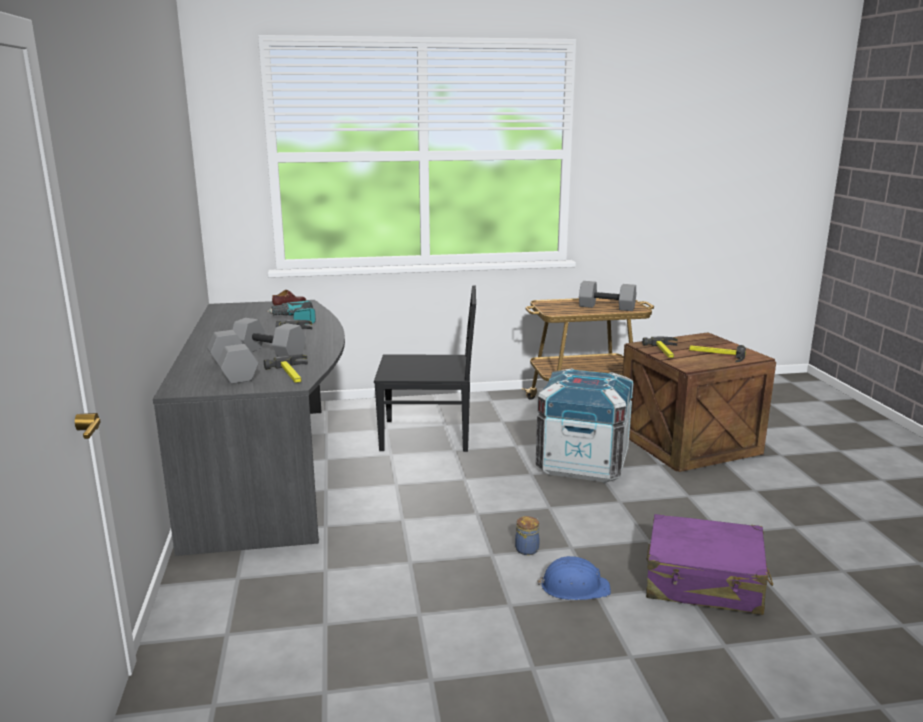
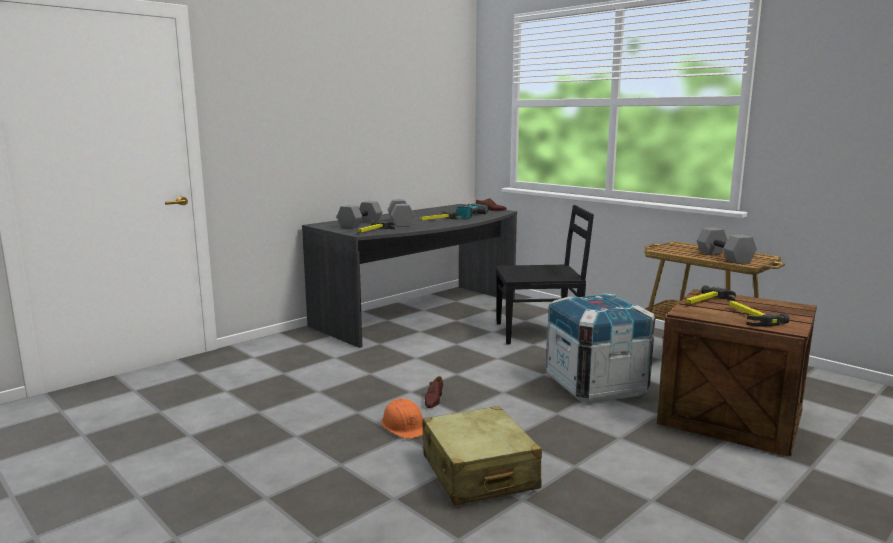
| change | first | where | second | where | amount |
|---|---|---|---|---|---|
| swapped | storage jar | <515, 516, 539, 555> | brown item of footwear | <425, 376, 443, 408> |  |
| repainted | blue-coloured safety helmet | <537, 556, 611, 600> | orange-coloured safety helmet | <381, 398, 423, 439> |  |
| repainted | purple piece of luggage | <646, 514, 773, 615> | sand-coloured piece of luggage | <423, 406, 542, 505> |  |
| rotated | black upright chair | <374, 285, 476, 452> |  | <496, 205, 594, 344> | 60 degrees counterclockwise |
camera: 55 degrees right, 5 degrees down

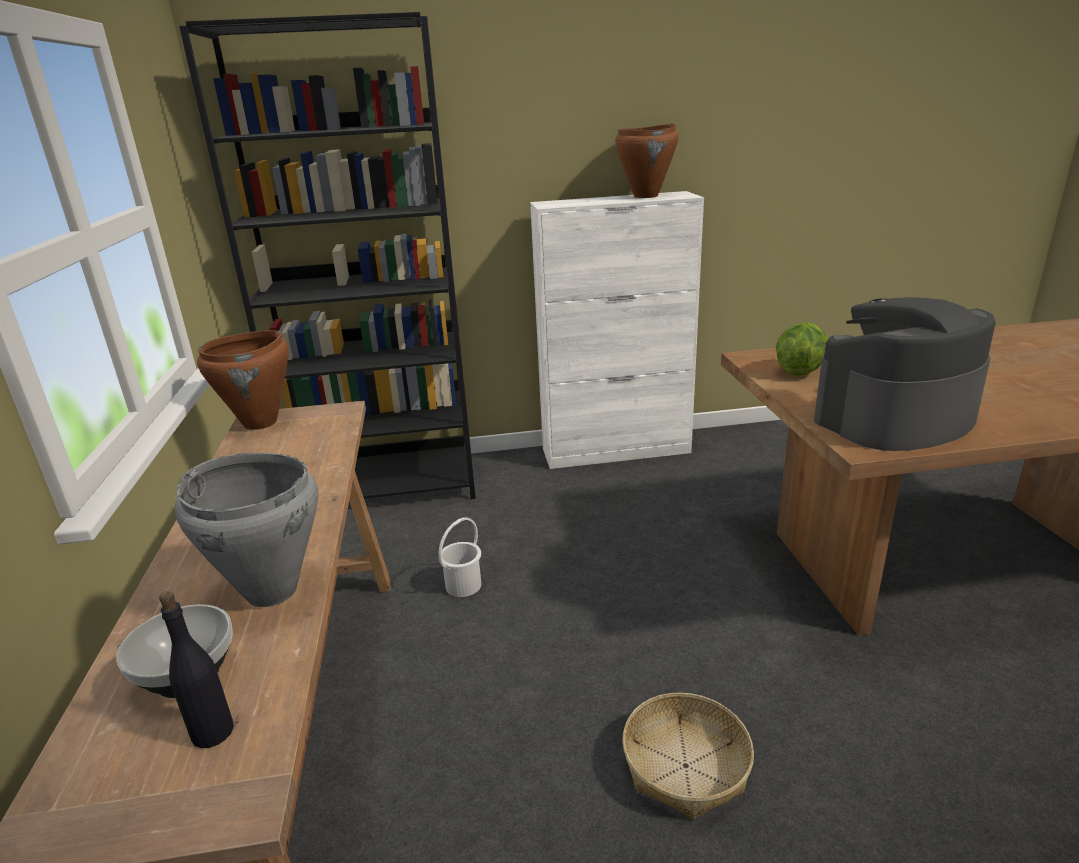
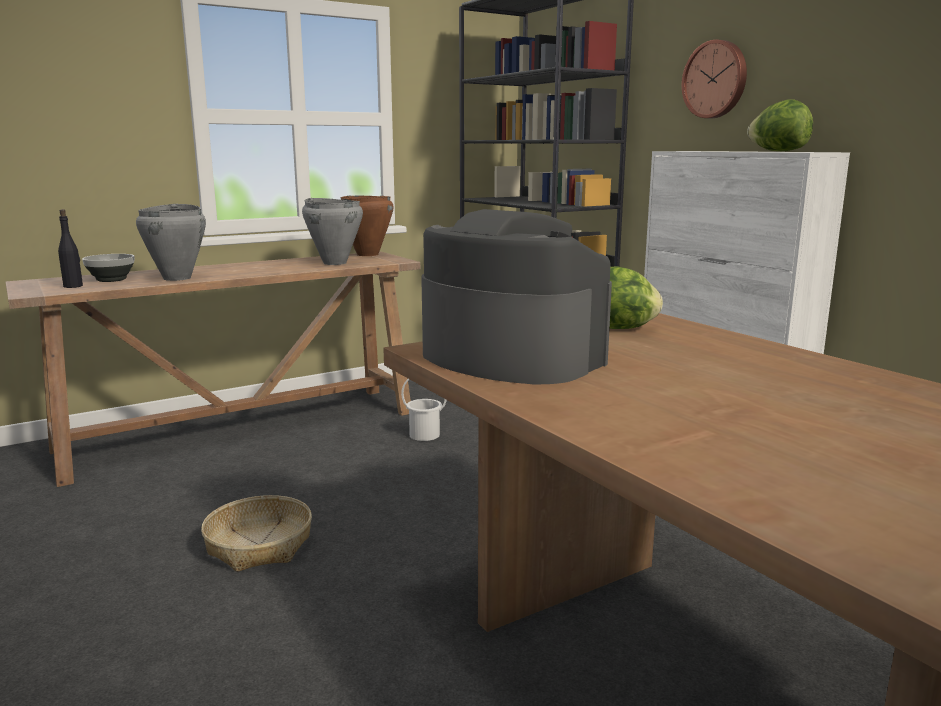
| change | first | where | second | where | amount |
|---|---|---|---|---|---|
| new |  |  | greyish cooking pot | <302, 198, 363, 265> |  |
| new |  |  | hanging clock | <682, 40, 747, 118> |  |
| swapped | brown cooking pot | <615, 124, 679, 198> | lettuce | <747, 100, 813, 151> |  |
camera: 65 degrees right, 10 degrees down

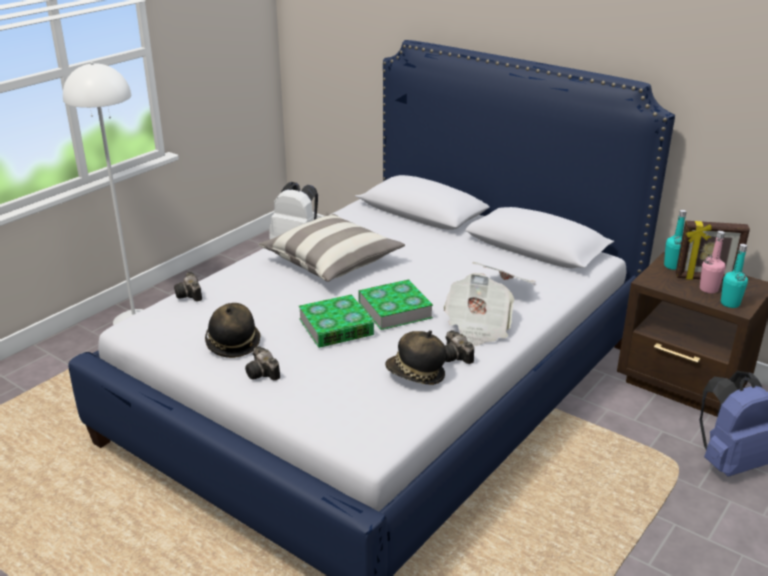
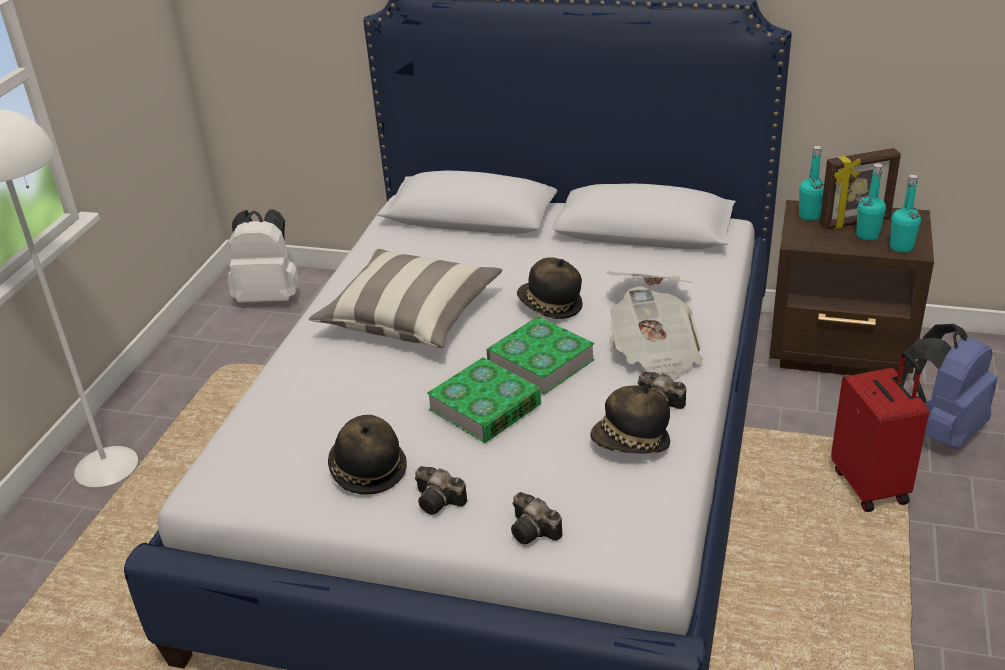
| change | first | where | second | where | amount |
|---|---|---|---|---|---|
| new |  |  | clothing hat | <517, 257, 583, 319> |  |
| new |  |  | reddish piece of luggage | <831, 351, 929, 512> |  |
| shifted | still camera | <174, 272, 202, 301> |  | <511, 492, 563, 544> |  |
| repainted | pink drink bottle | <700, 231, 725, 293> | turquoise-coloured drink bottle | <856, 163, 886, 240> |  |
camera: 20 degrees left, 5 degrees up

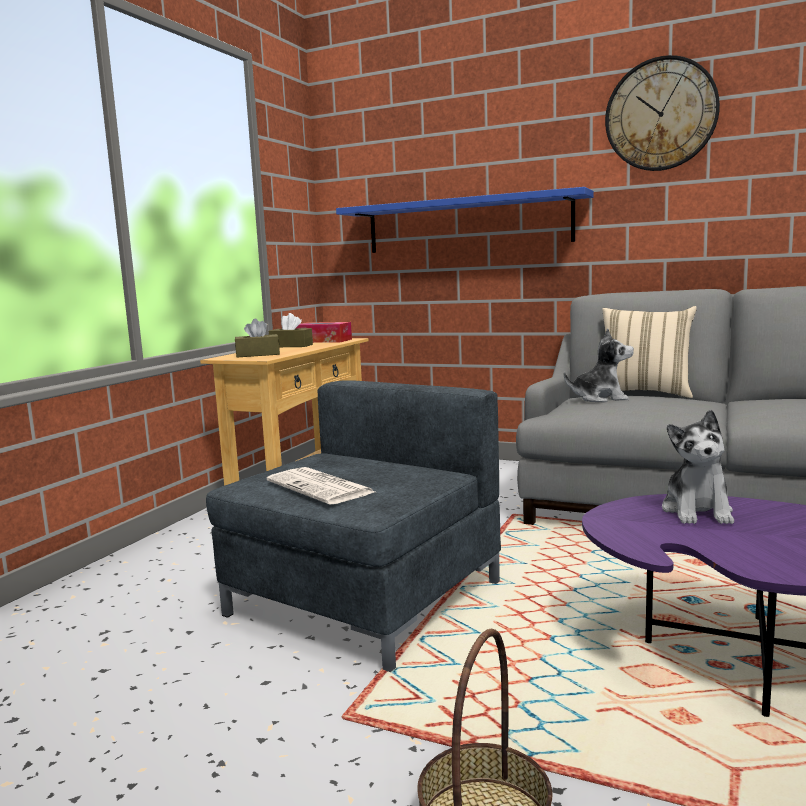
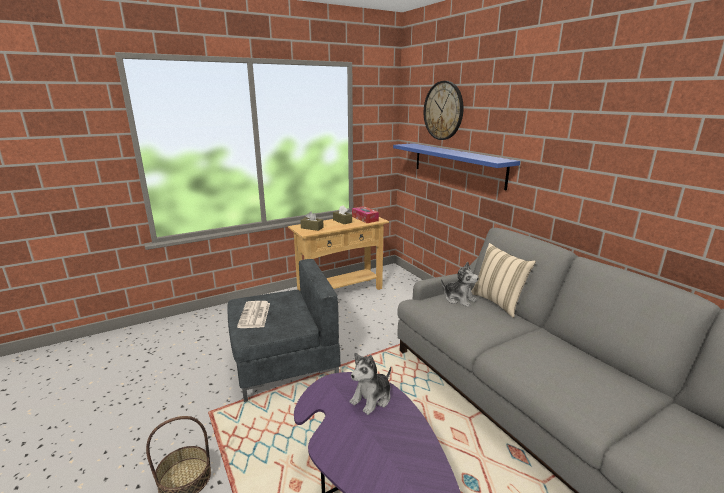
| change | first | where | second | where | amount |
|---|---|---|---|---|---|
| shifted | hanging clock | <605, 55, 720, 171> |  | <424, 81, 464, 140> |  |
camera: 35 degrees right, 10 degrees up

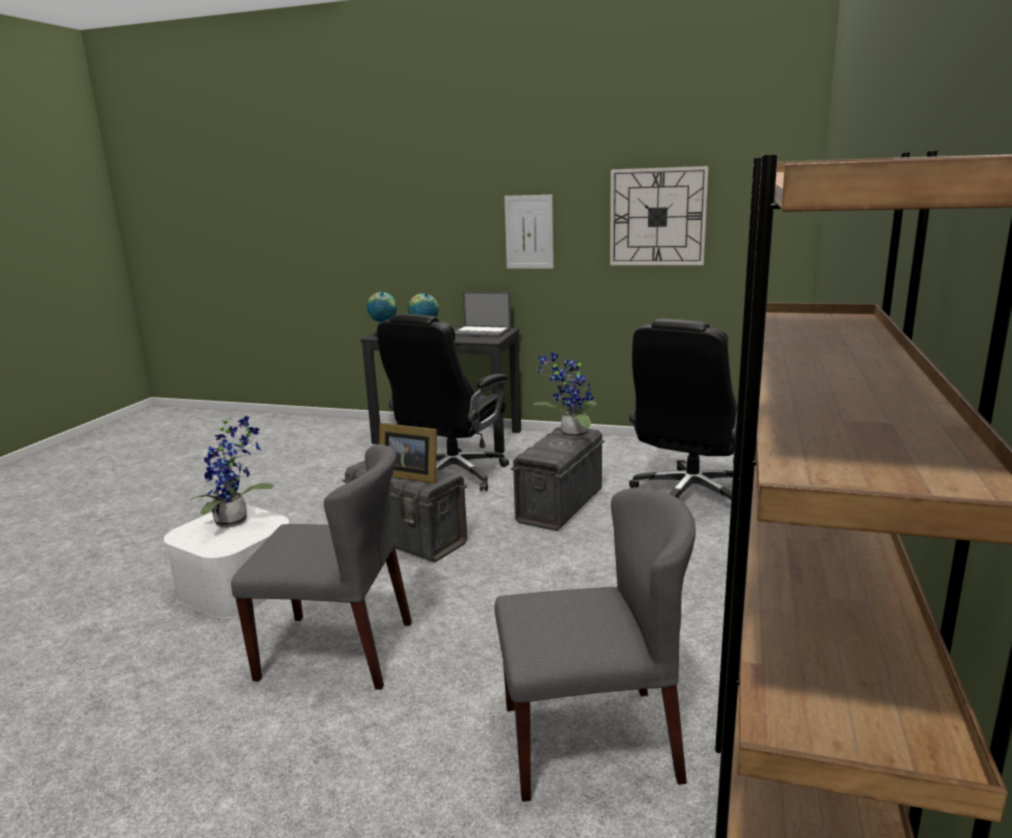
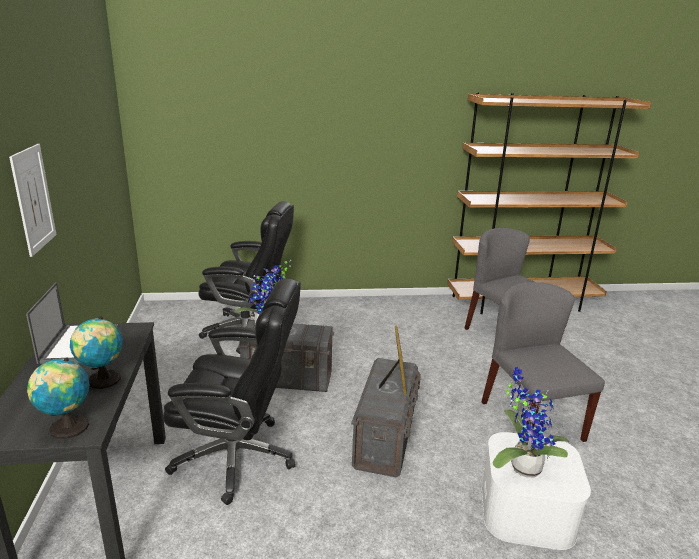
| change | first | where | second | where | amount |
|---|---|---|---|---|---|
| gone | hanging clock | <610, 166, 709, 265> |  |  |  |
camera: 115 degrees left, 5 degrees up

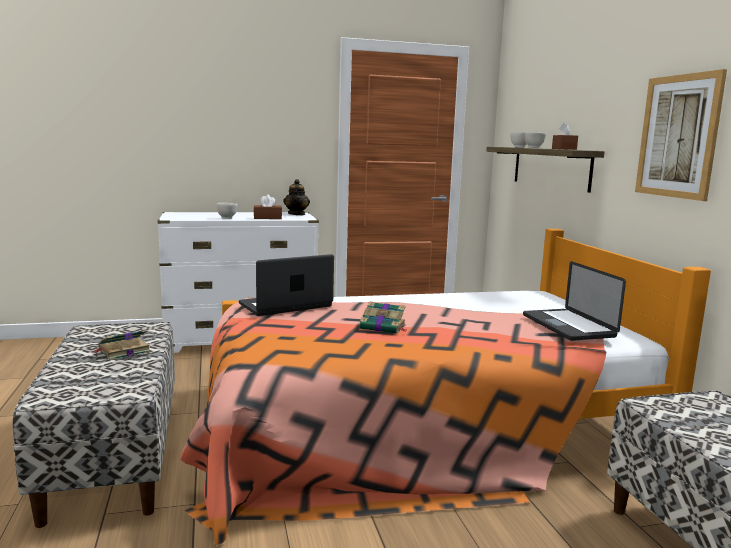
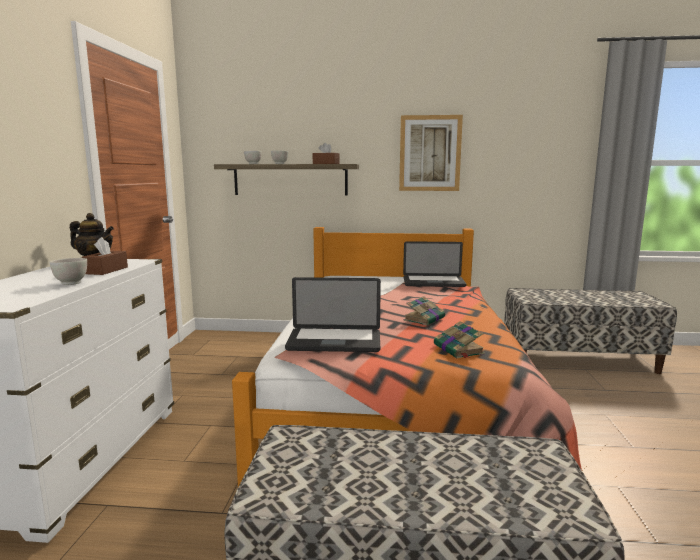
| change | first | where | second | where | amount |
|---|---|---|---|---|---|
| shifted | bound book | <92, 330, 151, 360> |  | <434, 321, 485, 359> |  |
| rotated | portable computer | <239, 254, 334, 316> |  | <285, 277, 381, 352> | 75 degrees counterclockwise |
camera: 70 degrees left, 0 degrees up

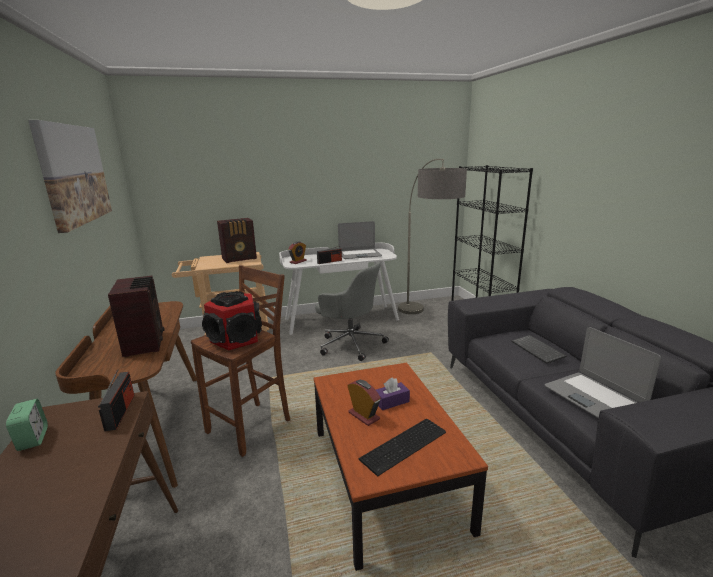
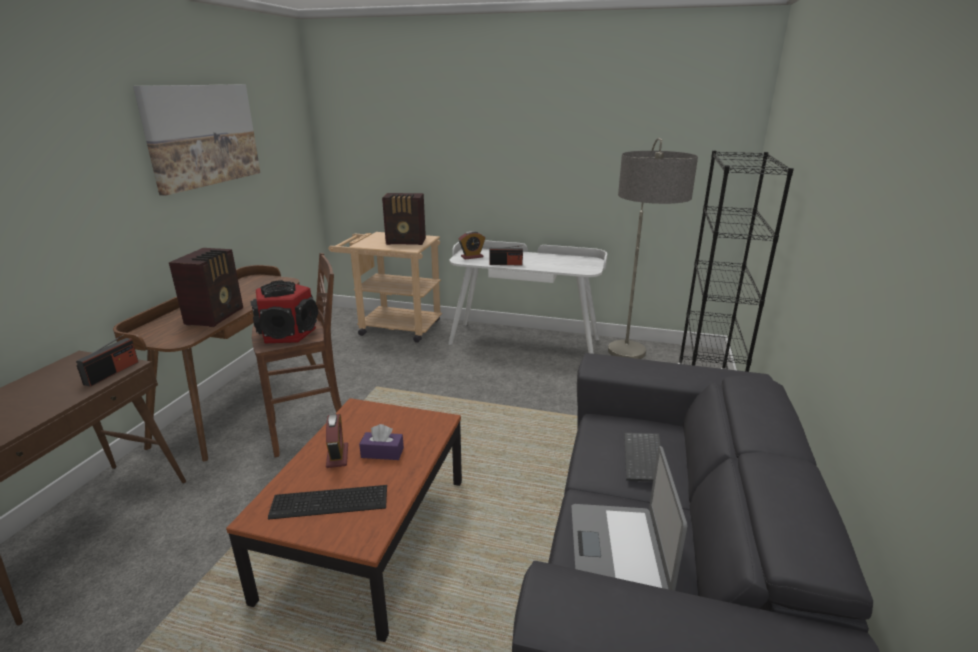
| change | first | where | second | where | amount |
|---|---|---|---|---|---|
| gone | bedside clock | <6, 399, 48, 451> |  |  |  |
| gone | greyish desk chair | <315, 262, 389, 361> |  |  |  |
| gone | portable computer | <338, 221, 382, 259> |  |  |  |
camera: 30 degrees right, 5 degrees up

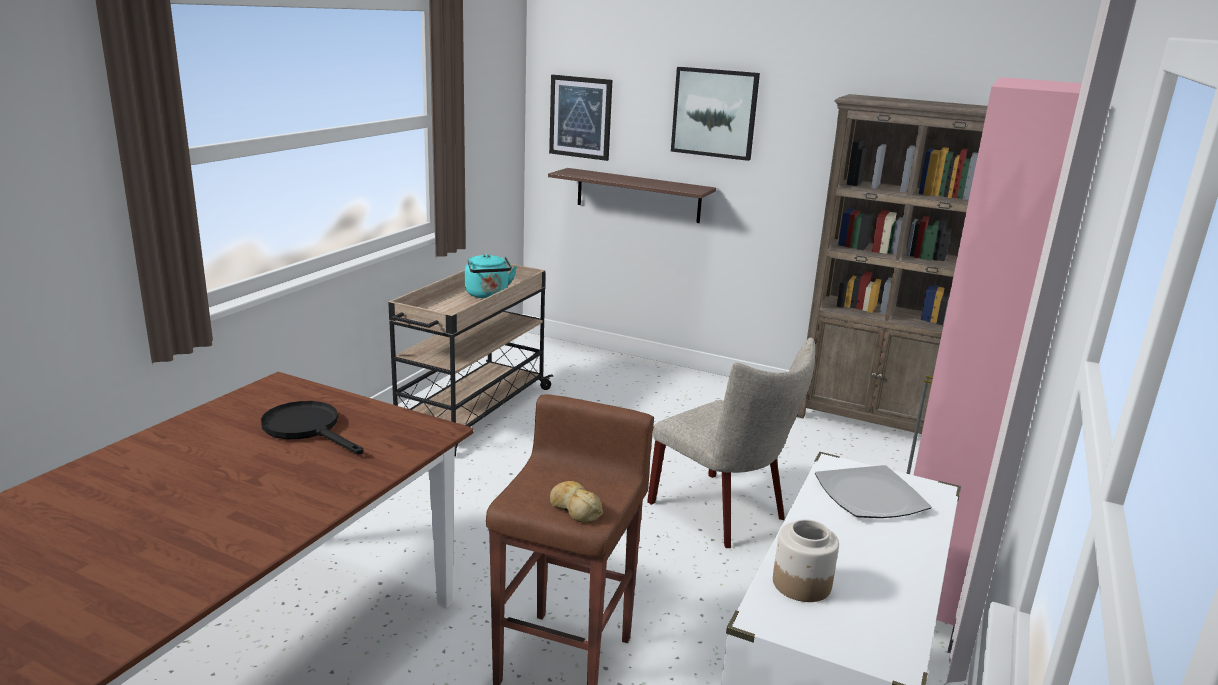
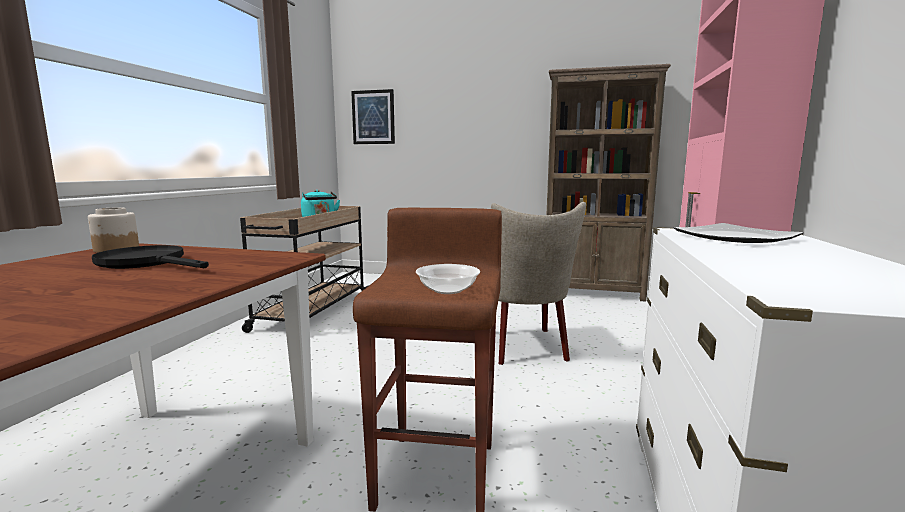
| change | first | where | second | where | amount |
|---|---|---|---|---|---|
| gone | shelf | <548, 168, 716, 223> |  |  |  |
| gone | wall art | <671, 67, 760, 161> |  |  |  |
| shifted | storage jar | <773, 519, 839, 602> |  | <88, 207, 139, 253> |  |
| swapped | bakery bread | <550, 481, 603, 523> | serving bowl | <416, 264, 480, 294> |  |
| rotated | sand-coloured upright chair | <647, 337, 815, 548> |  | <491, 202, 586, 365> | 45 degrees clockwise |
camera: 10 degrees left, 10 degrees down

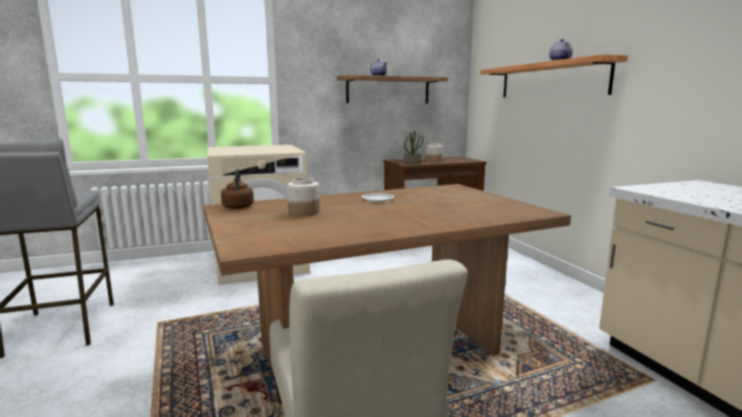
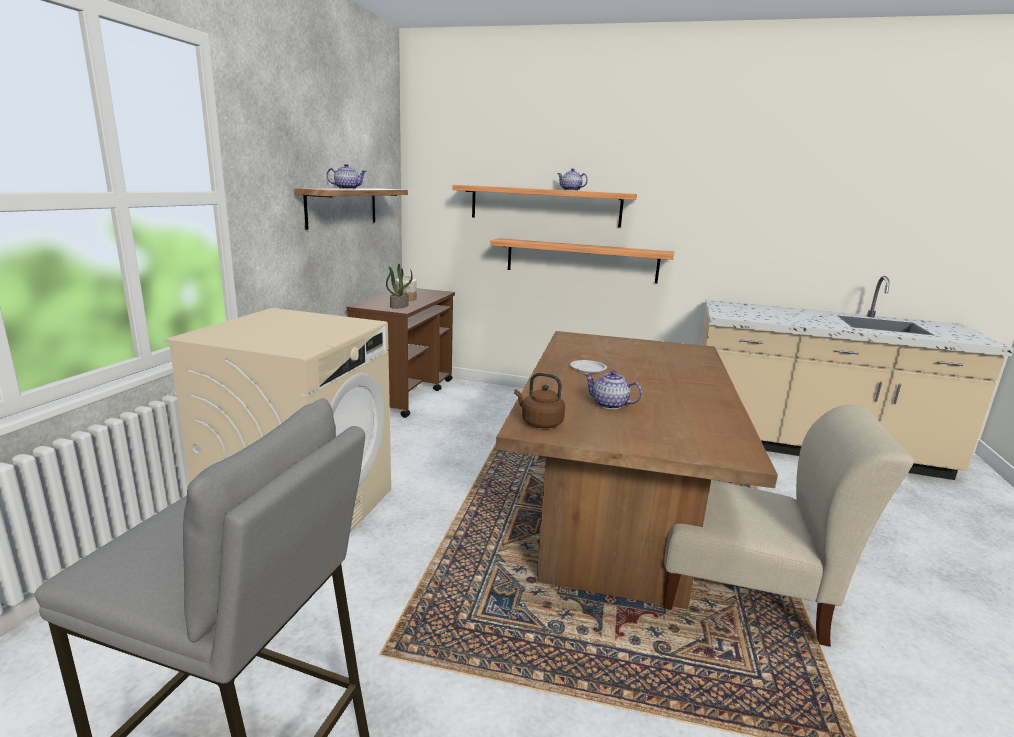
| change | first | where | second | where | amount |
|---|---|---|---|---|---|
| new |  |  | shelf | <490, 238, 674, 283> |  |
| swapped | storage jar | <287, 177, 320, 216> | tea pot | <584, 371, 642, 410> |  |
camera: 55 degrees left, 5 degrees up

